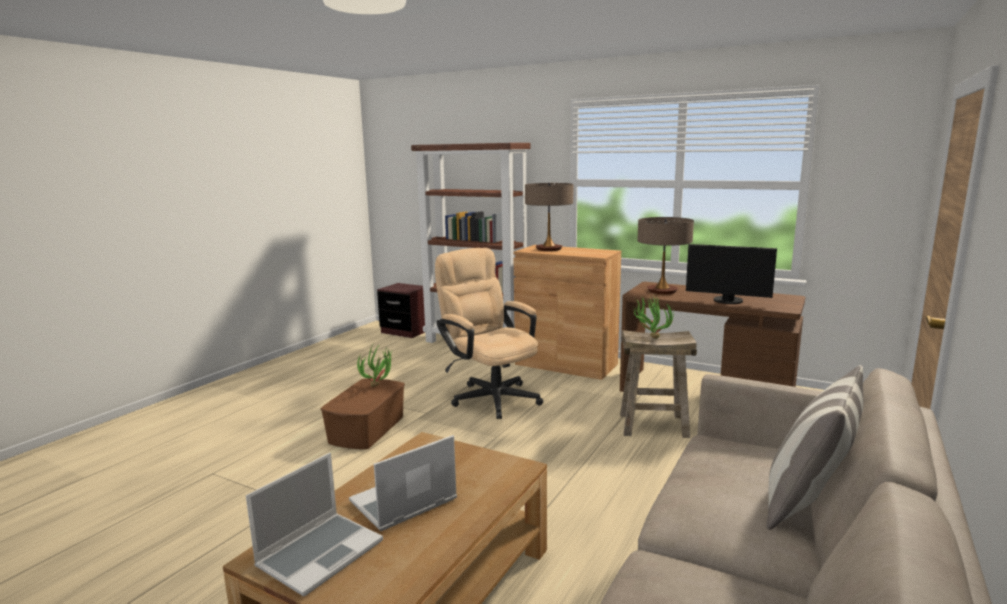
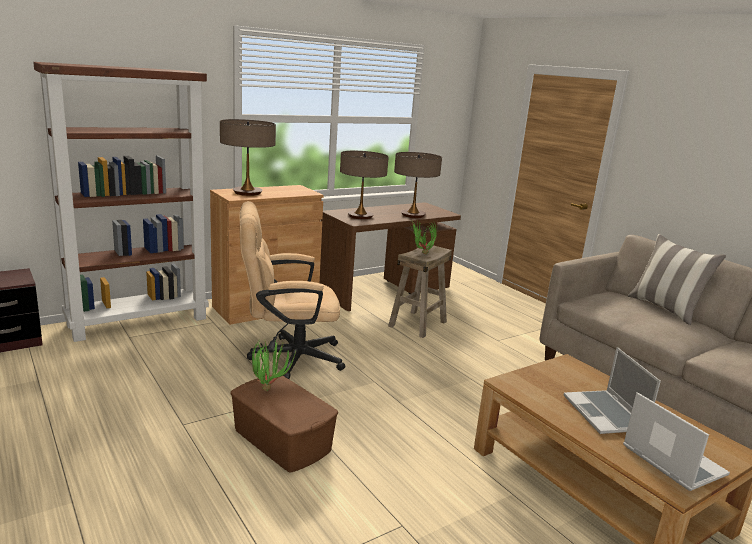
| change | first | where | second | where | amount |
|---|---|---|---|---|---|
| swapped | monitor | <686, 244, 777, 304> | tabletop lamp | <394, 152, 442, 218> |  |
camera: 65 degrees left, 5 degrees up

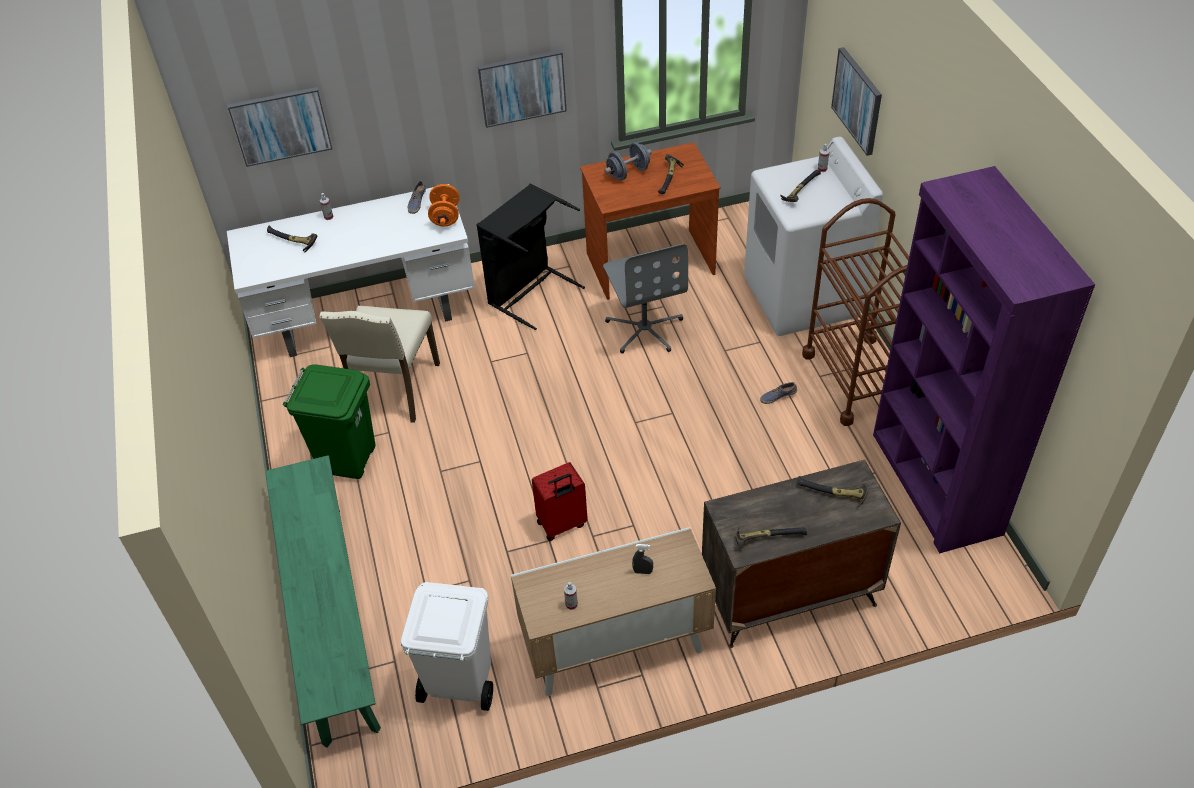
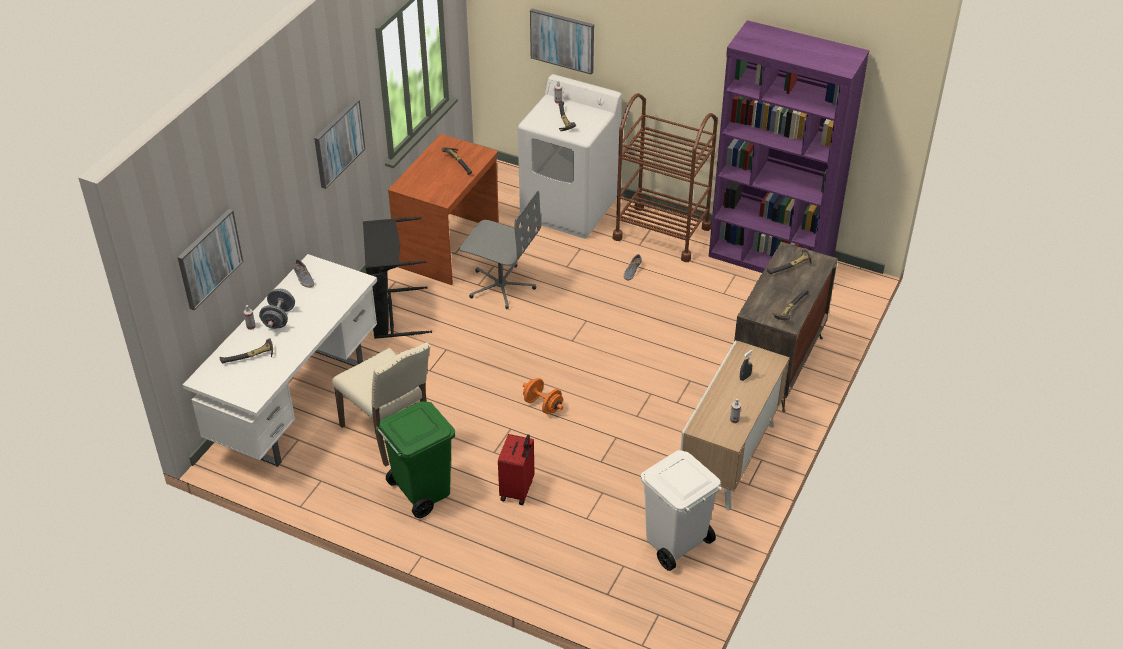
| change | first | where | second | where | amount |
|---|---|---|---|---|---|
| gone | green-coloured long seat | <265, 455, 381, 748> |  |  |  |
| shifted | orange-coloured free weight | <428, 184, 460, 227> |  | <523, 378, 564, 414> |  |
| shifted | reddish piece of luggage | <532, 462, 588, 541> |  | <498, 434, 534, 505> |  |
| shifted | greyish free weight | <604, 142, 652, 180> |  | <259, 289, 295, 329> |  |
camera: 50 degrees left, 5 degrees down

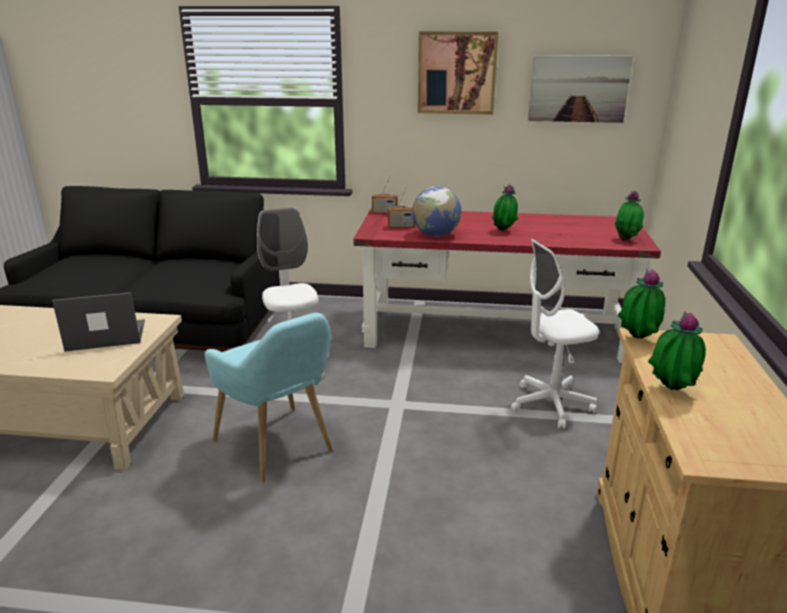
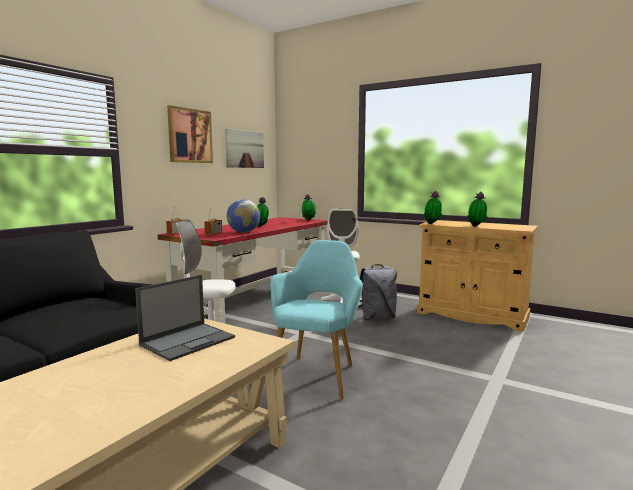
| change | first | where | second | where | amount |
|---|---|---|---|---|---|
| new |  |  | greyish rucksack | <358, 264, 397, 321> |  |
| rotated | portable computer | <52, 292, 145, 351> |  | <135, 275, 235, 361> | 150 degrees counterclockwise |
| rotated | turquoise-coloured easy chair | <205, 313, 333, 482> |  | <271, 240, 363, 400> | 60 degrees counterclockwise |
camera: 65 degrees left, 15 degrees down

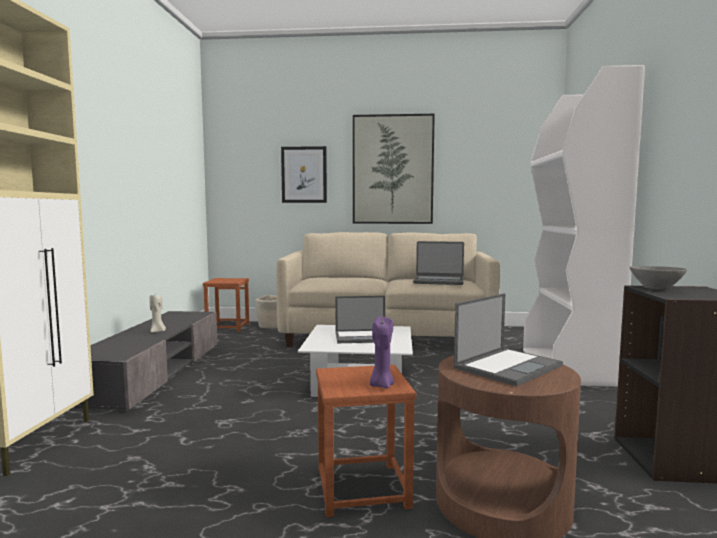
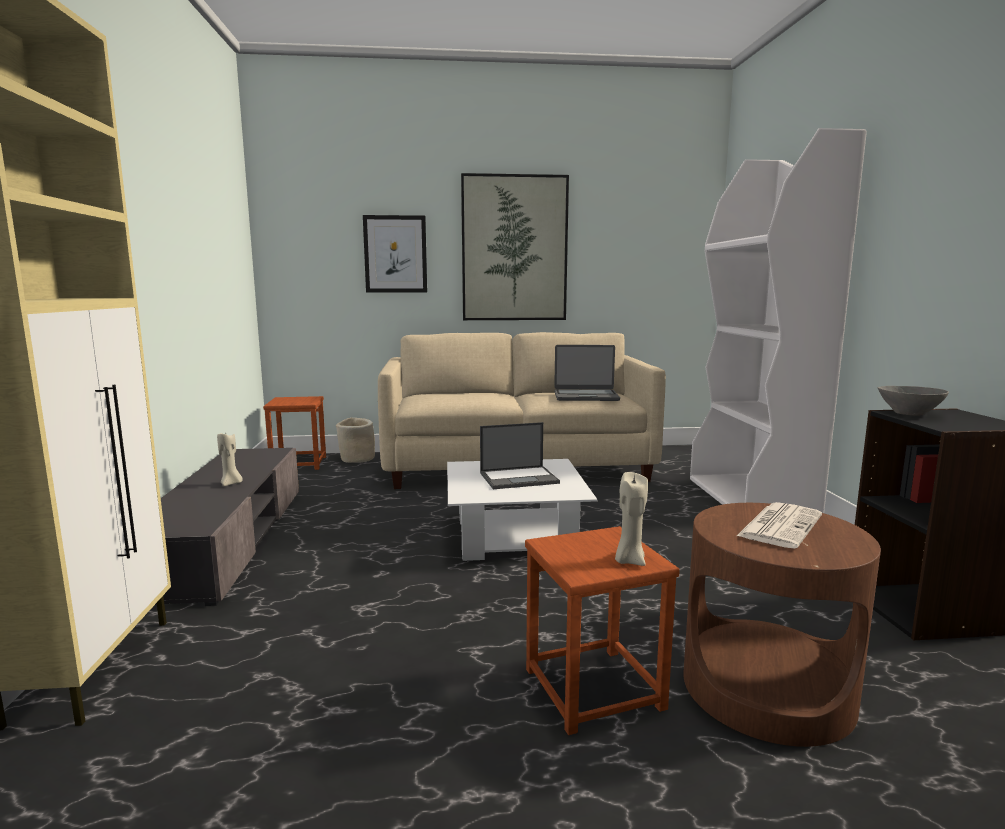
| change | first | where | second | where | amount |
|---|---|---|---|---|---|
| swapped | portable computer | <454, 293, 563, 386> | printed paper | <737, 502, 822, 548> |  |
| repainted | purple wax candle | <369, 316, 394, 388> | sand-coloured wax candle | <615, 472, 648, 566> |  |
camera: 10 degrees left, 5 degrees up

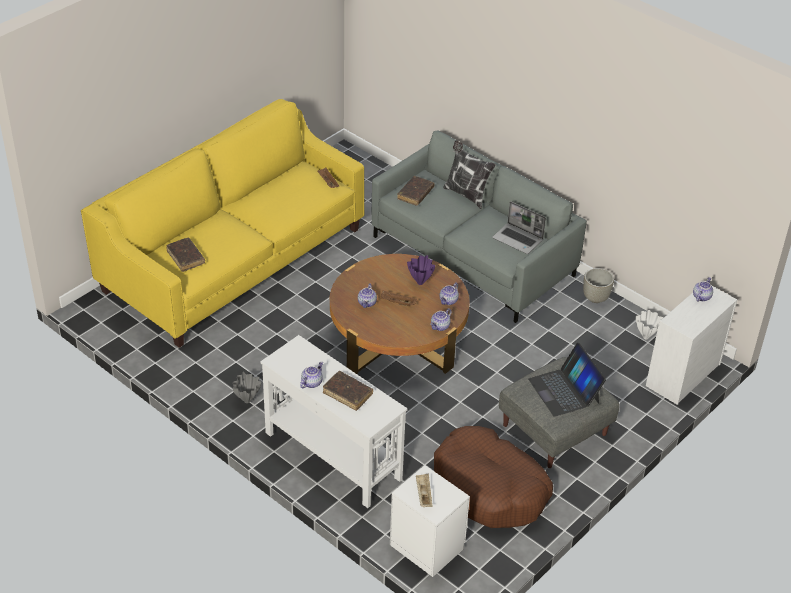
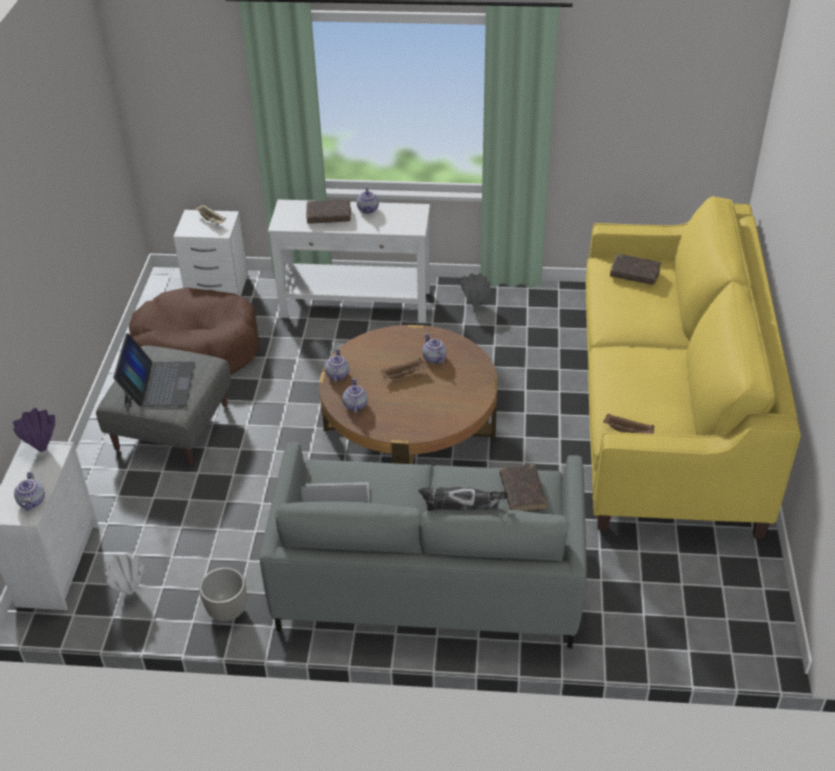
| change | first | where | second | where | amount |
|---|---|---|---|---|---|
| shifted | purple vase | <407, 255, 435, 285> |  | <13, 408, 55, 452> |  |
| rotated | portable computer | <528, 343, 606, 417> |  | <113, 333, 195, 407> | 60 degrees clockwise |
camera: 145 degrees right, 0 degrees up

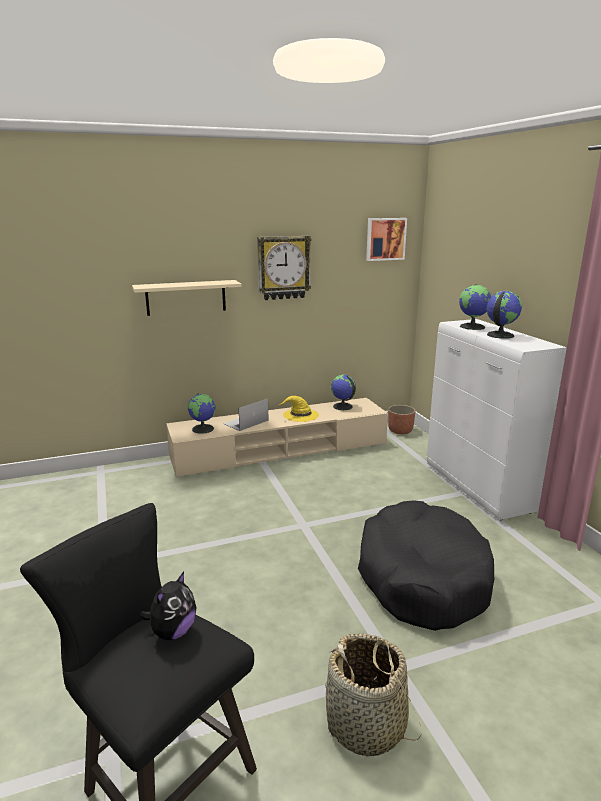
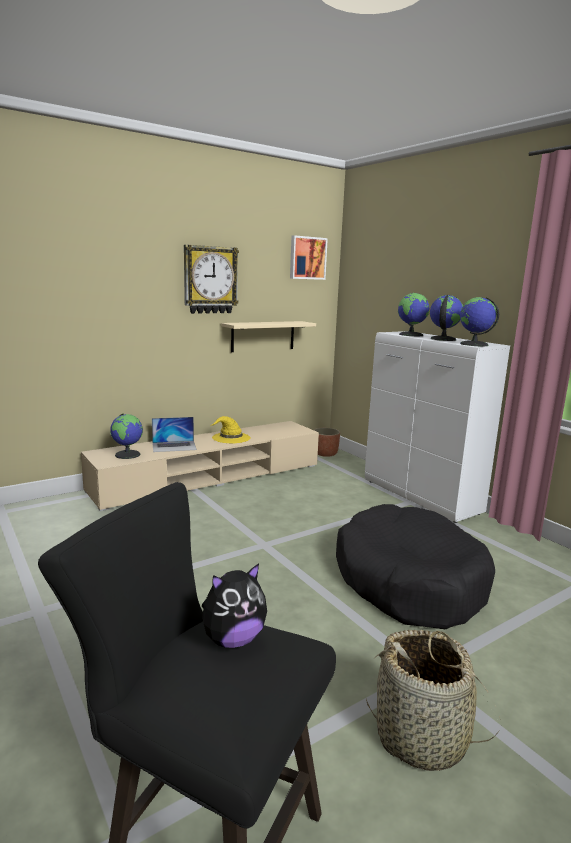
| change | first | where | second | where | amount |
|---|---|---|---|---|---|
| shifted | sand-coloured shelf | <132, 280, 242, 316> |  | <221, 321, 316, 352> |  |
| shifted | desk globe | <331, 375, 356, 410> |  | <460, 297, 499, 346> |  |
| rotated | soft toy | <140, 572, 197, 640> |  | <202, 563, 267, 648> | 45 degrees clockwise |
| rotated | portable computer | <224, 398, 269, 431> |  | <152, 417, 197, 452> | 135 degrees counterclockwise |
camera: 15 degrees left, 5 degrees down

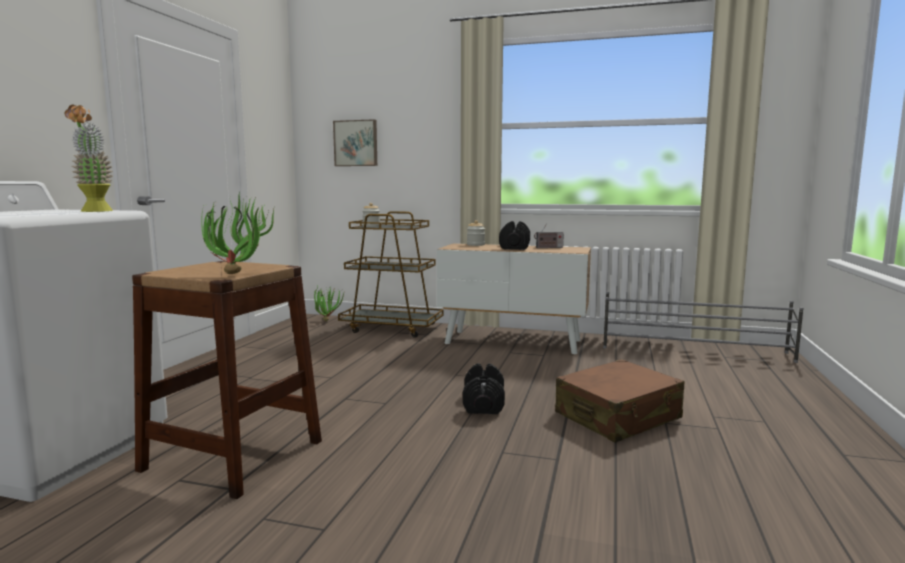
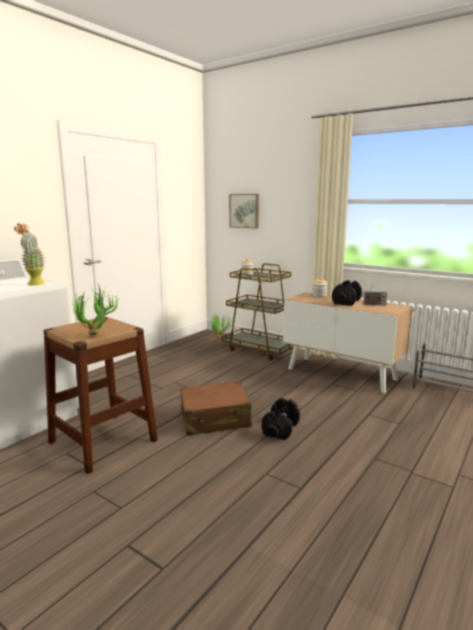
| change | first | where | second | where | amount |
|---|---|---|---|---|---|
| shifted | brown piece of luggage | <555, 359, 685, 443> |  | <180, 381, 252, 436> |  |
camera: 20 degrees right, 5 degrees up

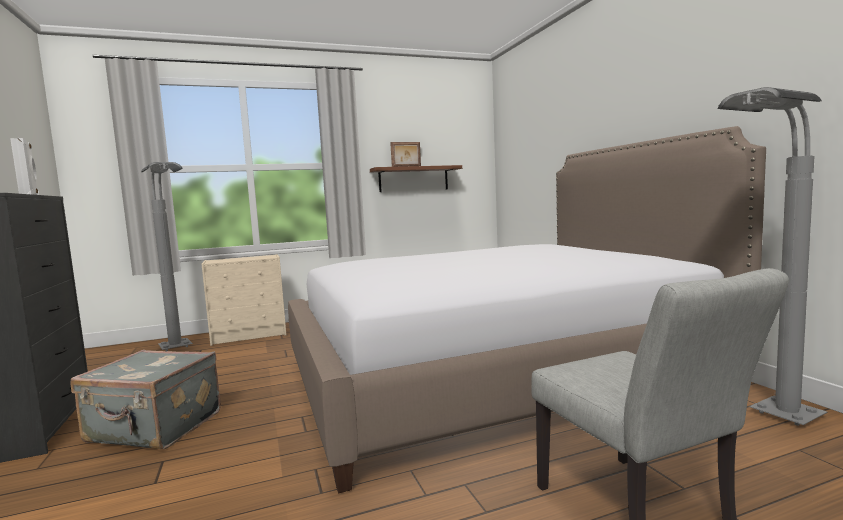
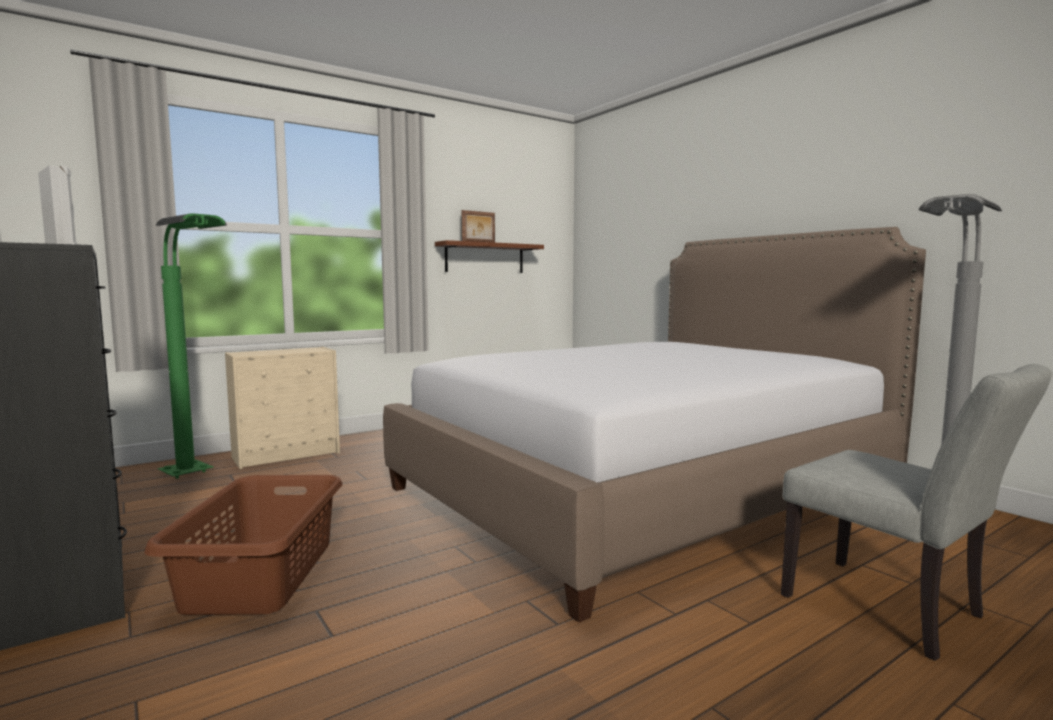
| change | first | where | second | where | amount |
|---|---|---|---|---|---|
| swapped | greyish piece of luggage | <70, 350, 221, 449> | brown washing basket | <144, 475, 343, 615> |  |
| repainted | greyish floor lamp | <141, 162, 193, 351> | green-coloured floor lamp | <155, 213, 227, 479> |  |
camera: 15 degrees left, 0 degrees up

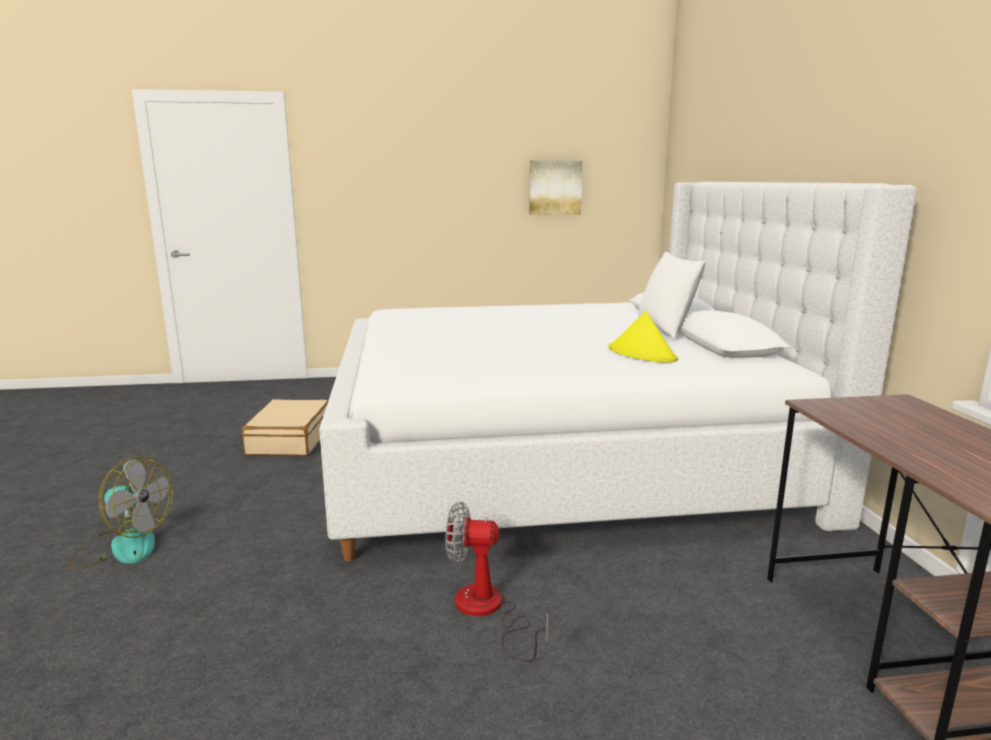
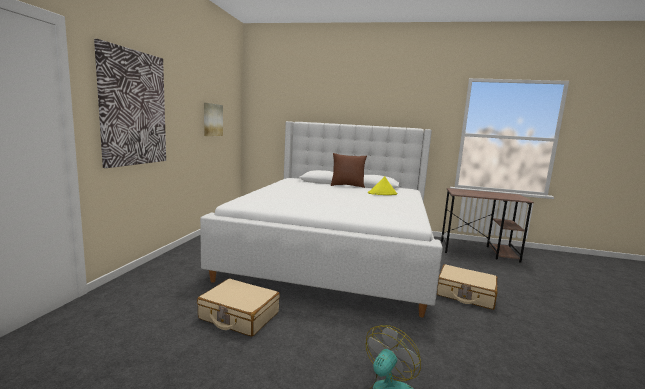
| change | first | where | second | where | amount |
|---|---|---|---|---|---|
| new |  |  | wall art | <94, 39, 166, 168> |  |
| swapped | cooling fan | <445, 502, 548, 662> | sand-coloured piece of luggage | <437, 264, 497, 310> |  |
| repainted | whitish pillow | <638, 252, 706, 340> | brown pillow | <331, 153, 367, 188> |  |
camera: 70 degrees left, 5 degrees down

